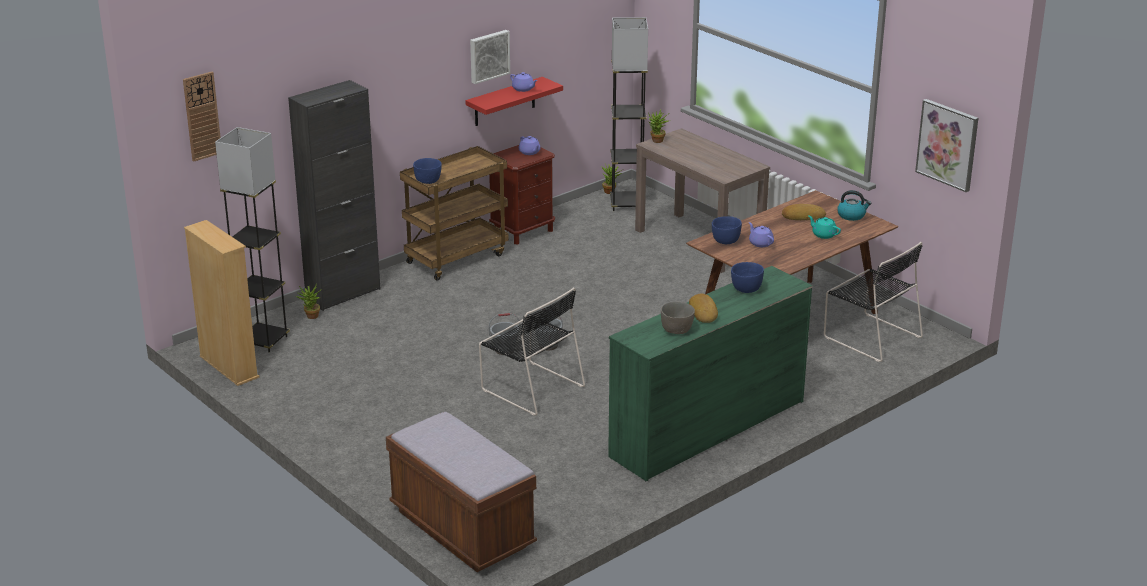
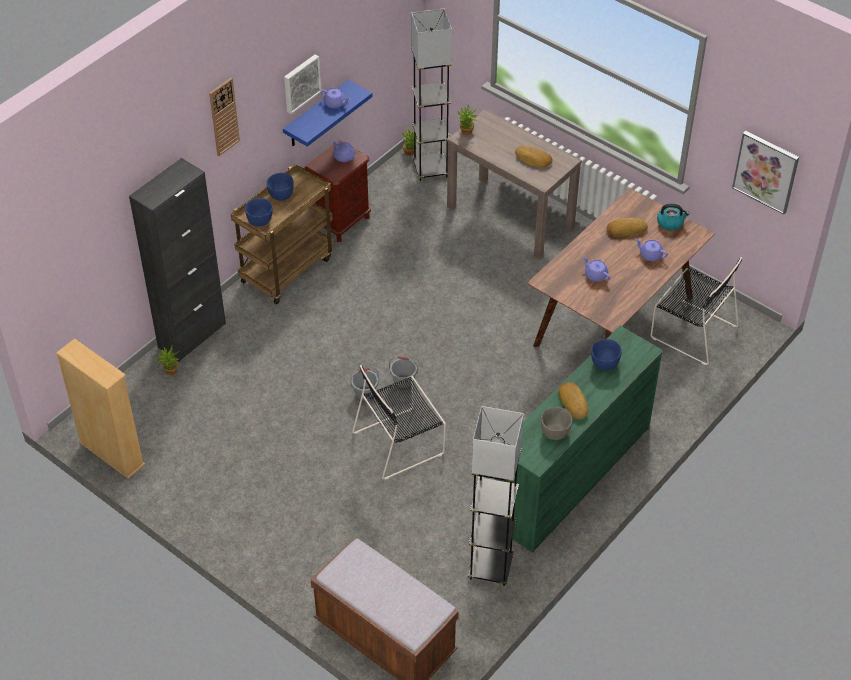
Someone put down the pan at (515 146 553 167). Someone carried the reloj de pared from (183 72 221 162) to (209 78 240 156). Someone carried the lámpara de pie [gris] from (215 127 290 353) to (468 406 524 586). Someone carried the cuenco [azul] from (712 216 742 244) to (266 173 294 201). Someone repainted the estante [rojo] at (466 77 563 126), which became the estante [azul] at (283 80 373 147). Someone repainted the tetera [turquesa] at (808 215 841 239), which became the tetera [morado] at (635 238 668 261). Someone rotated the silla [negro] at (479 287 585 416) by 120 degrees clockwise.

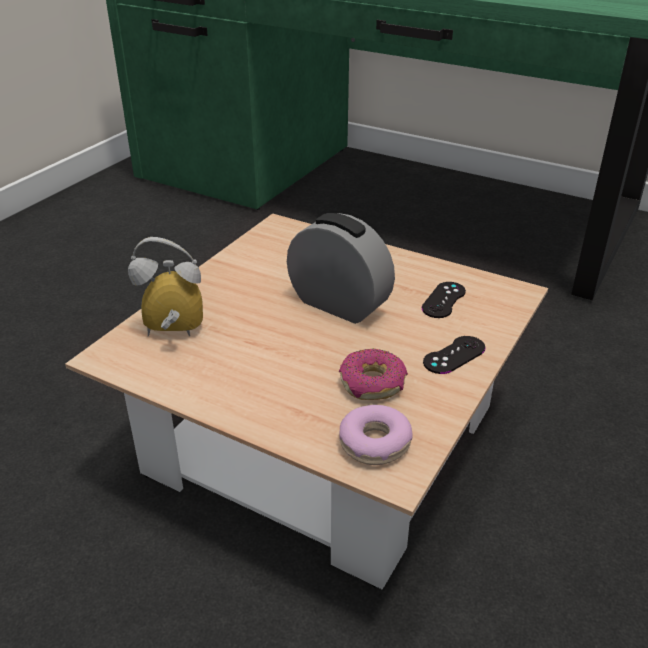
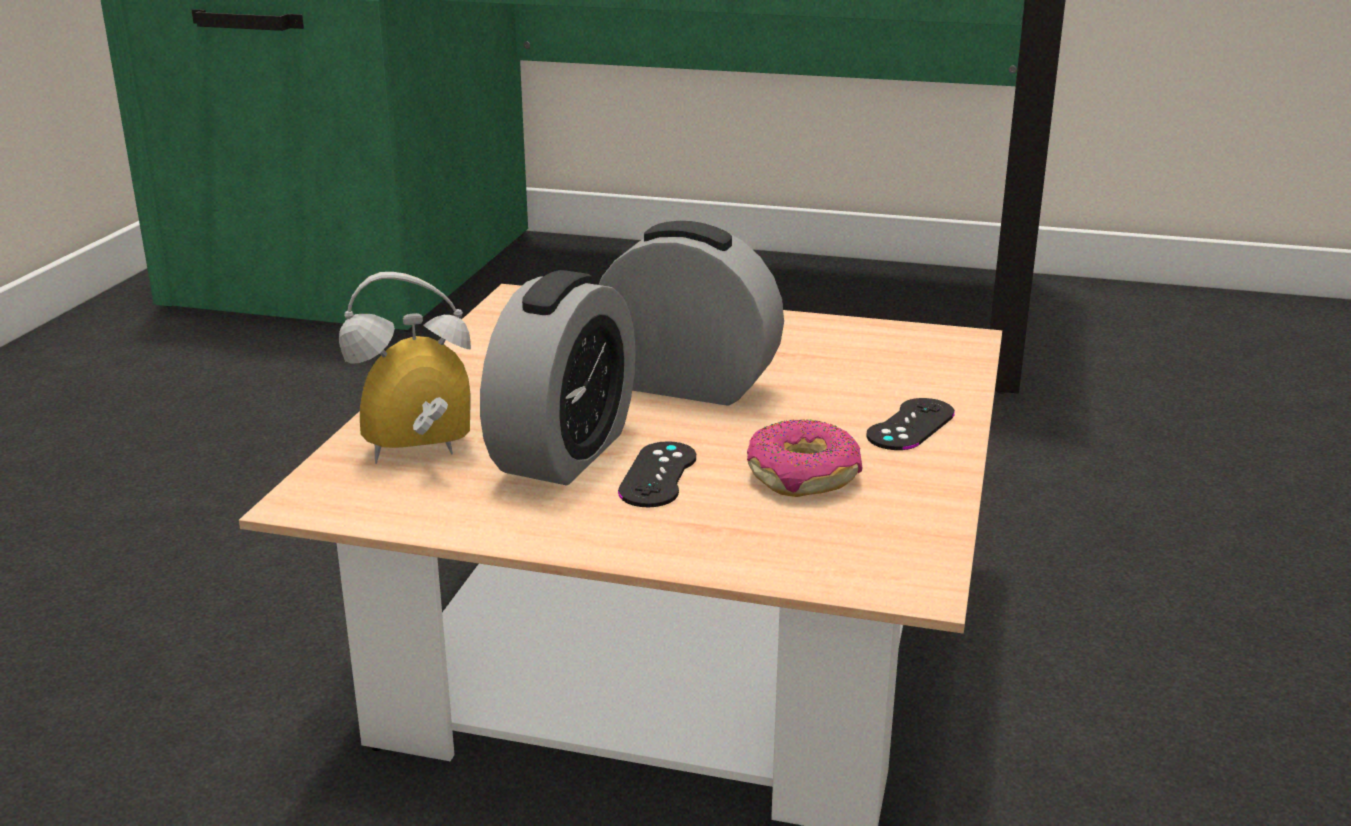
Someone took away the rosquilla at (340 405 413 465). Someone put down the despertador at (480 270 636 486). Someone carried the mando de consola [negro] from (422 282 466 318) to (618 441 696 507).

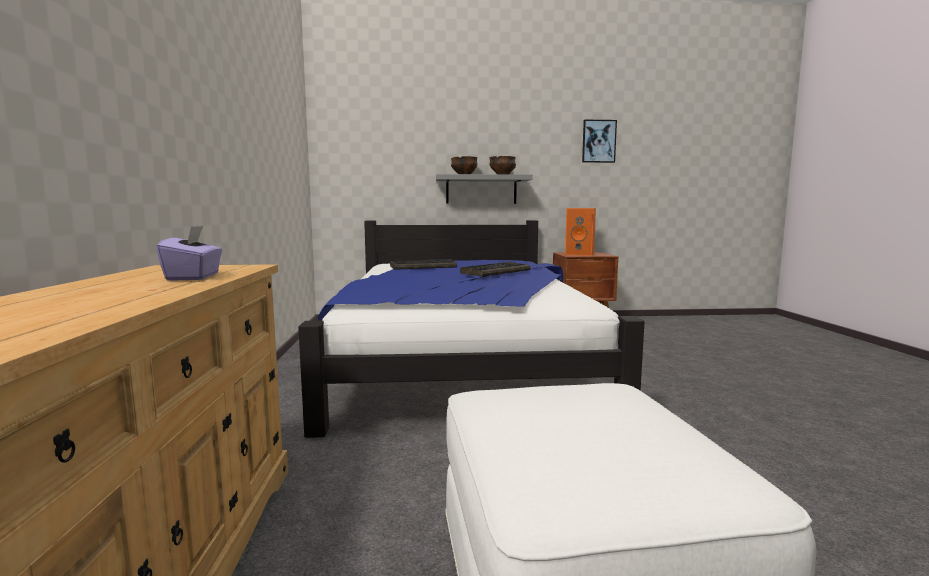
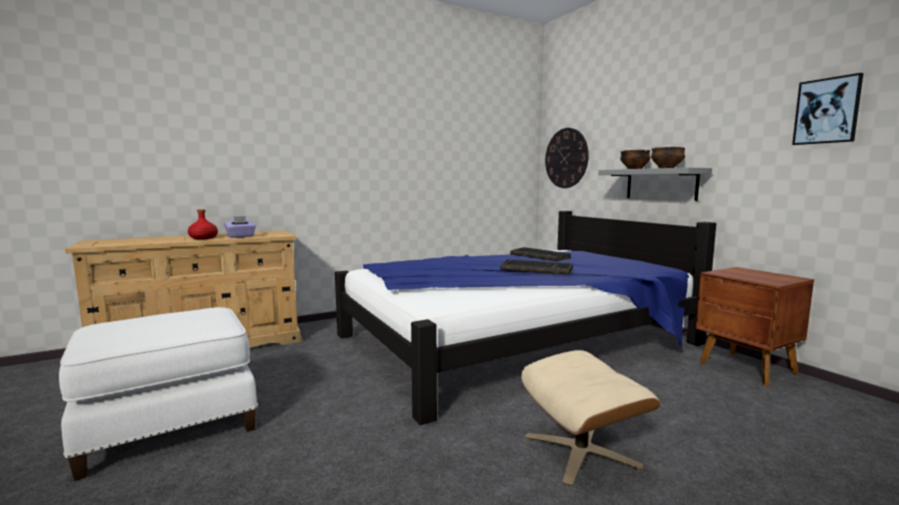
Someone took away the altavoz [naranja] at (565 208 596 256). Someone put down the botella [rojo] at (188 209 218 239). Someone put down the puf [beis] at (521 350 660 487). Someone put up the reloj de pared at (545 128 589 188).

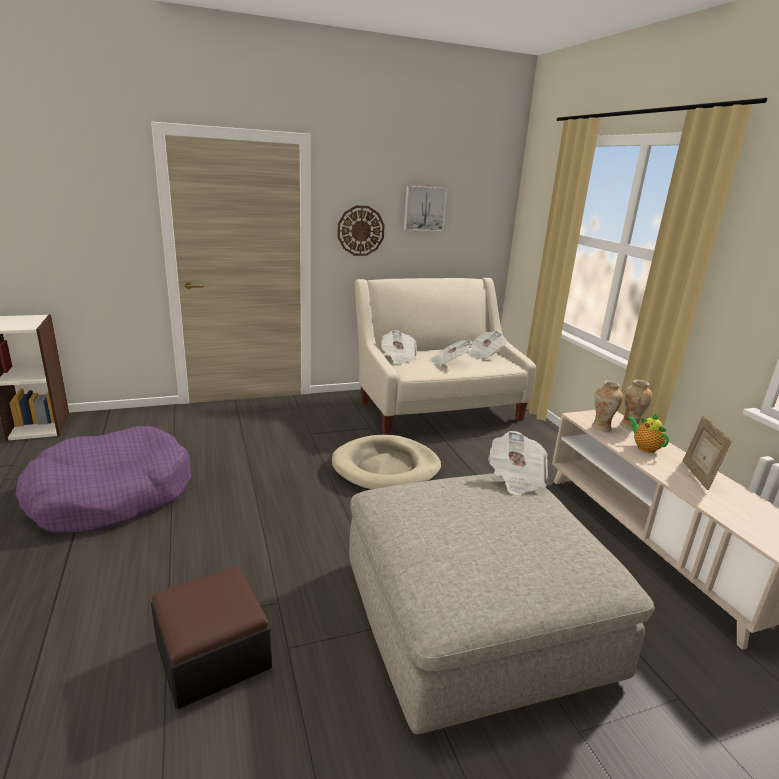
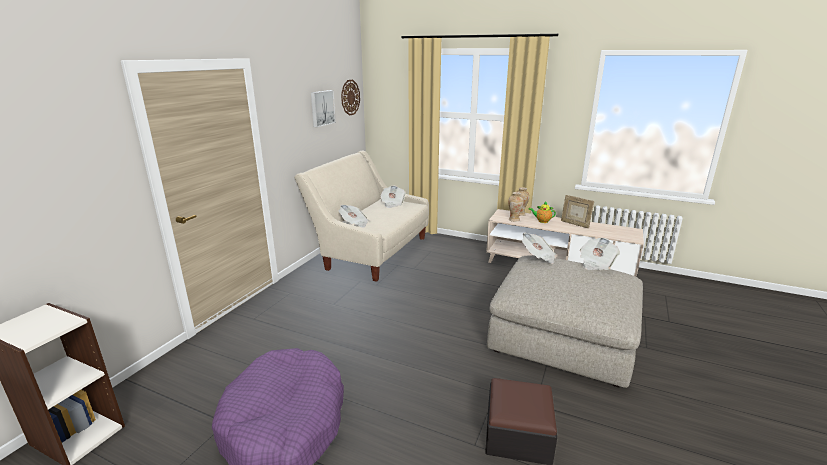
Someone took away the cama para perro [beis] at (332 435 441 490). Someone carried the reloj de pared from (337 205 385 256) to (341 79 360 116). Someone carried the periódico from (429 340 472 365) to (580 237 620 270).

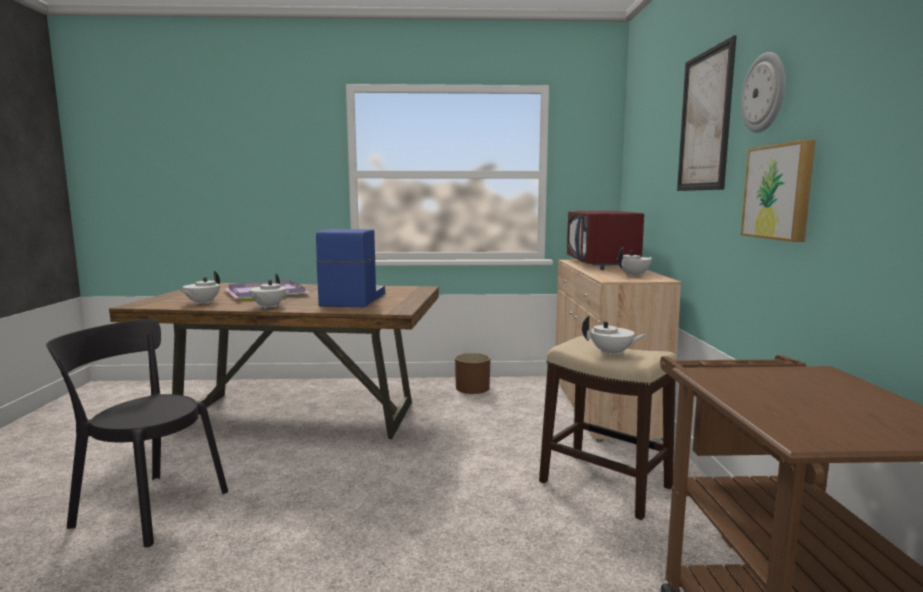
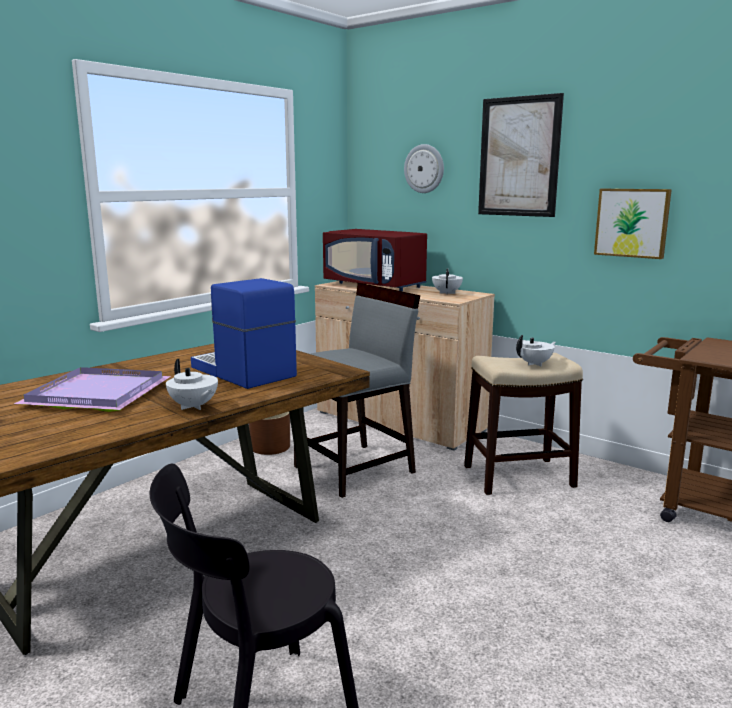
Someone took away the tetera [blanco] at (179 271 220 305). Someone put down the silla [gris] at (294 283 420 498). Someone carried the reloj de pared from (741 52 786 133) to (404 144 444 193).

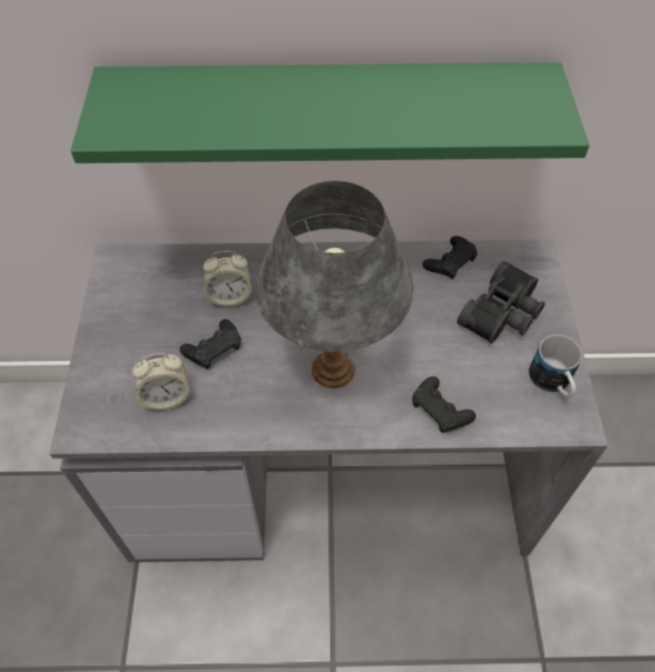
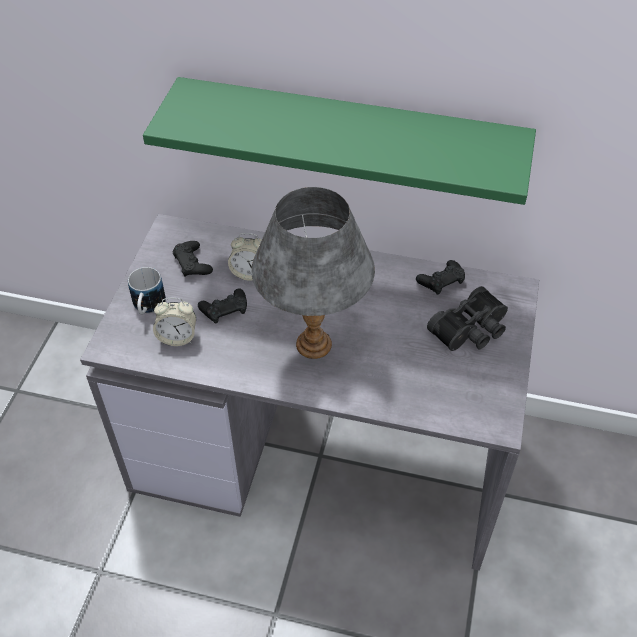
Someone carried the mando de consola [negro] from (412 376 476 433) to (172 241 213 277). Someone carried the taza grande from (529 335 582 398) to (128 267 166 315).

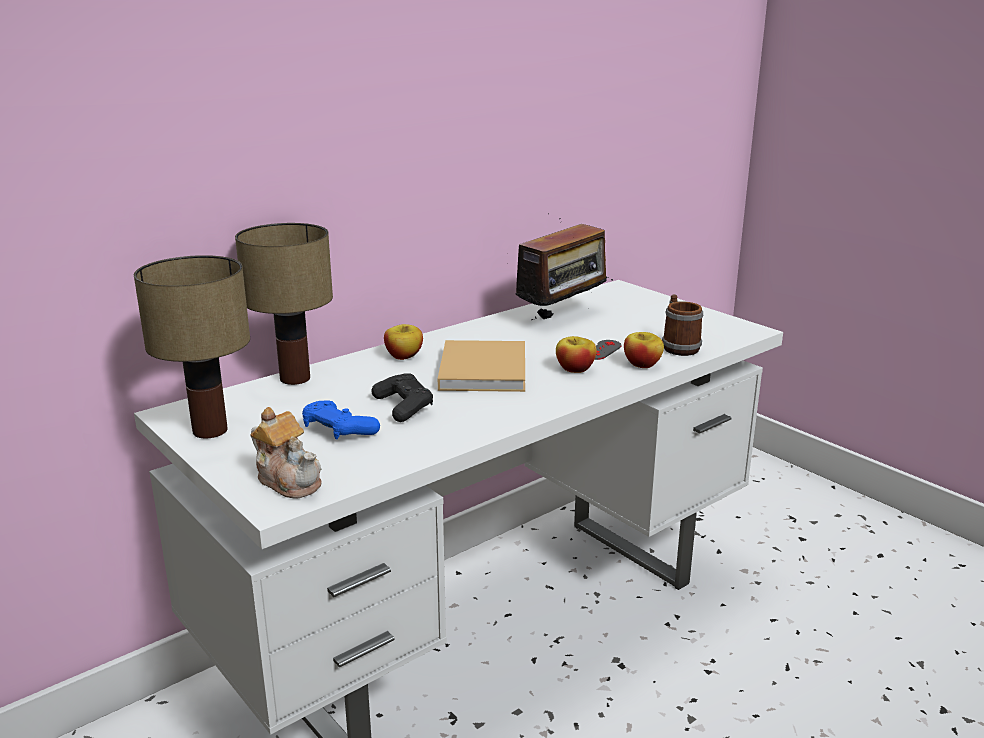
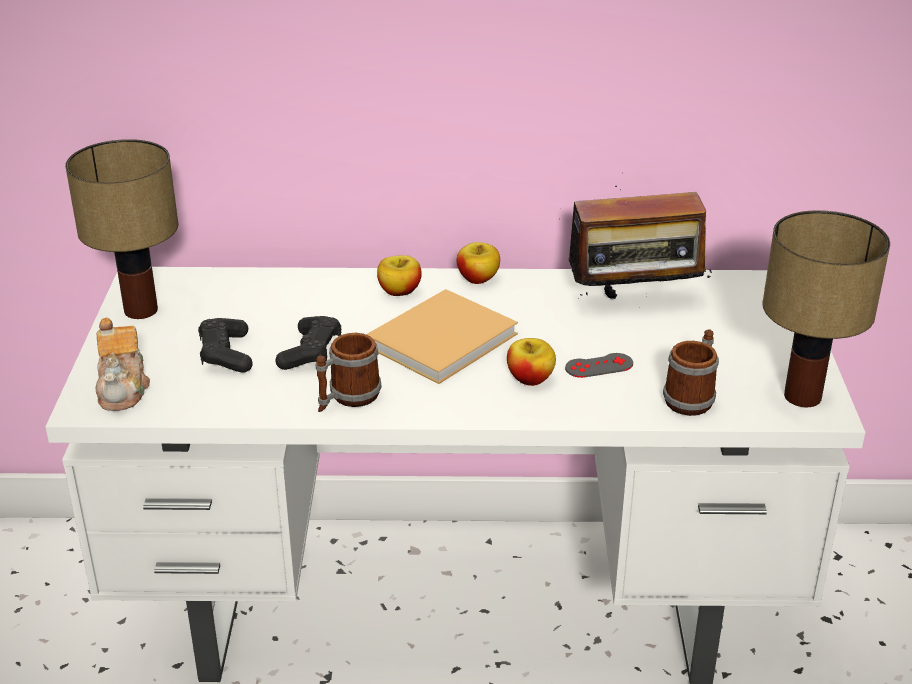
Someone put down the taza grande at (316 333 381 412). Someone carried the lámpara de mesa from (235 223 333 385) to (762 210 890 407). Someone carried the manzana from (624 332 664 368) to (457 242 500 284). Someone repainted the mando de consola [azul] at (302 400 380 439), which became the mando de consola [negro] at (198 318 253 373).

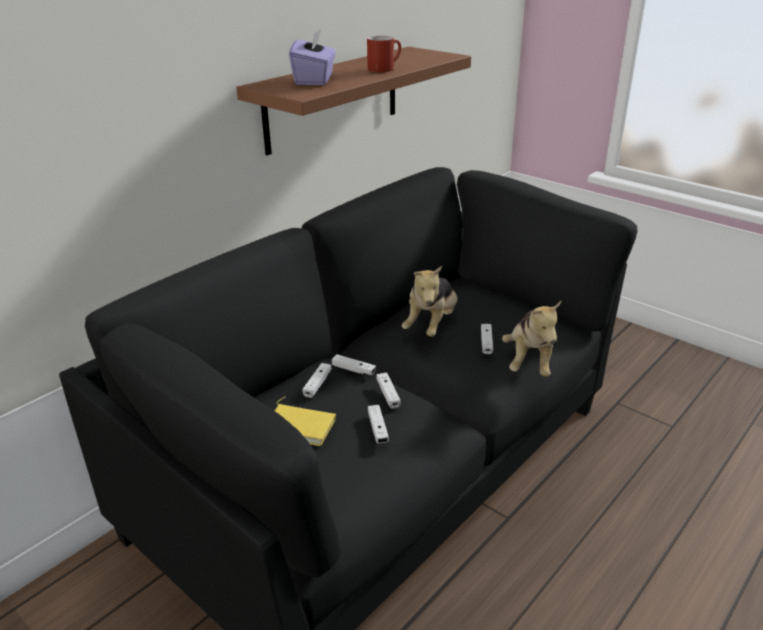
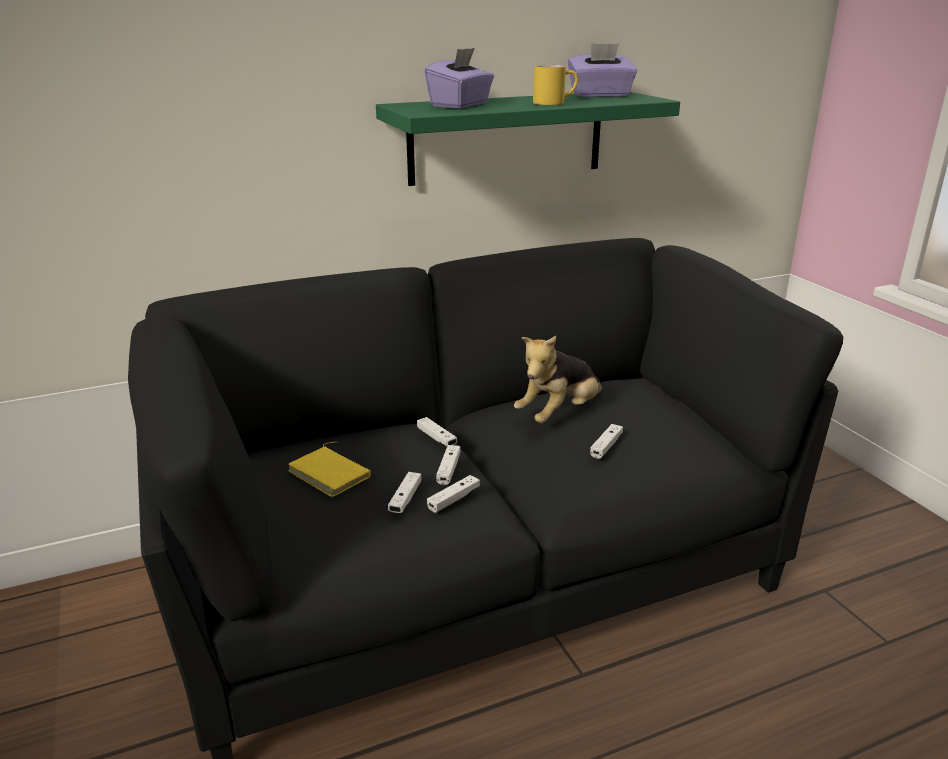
Someone took away the peluche at (502 301 561 377). Someone put down the caja de pañuelos [morado] at (568 43 637 97). Someone carried the mando de consola [blanco] from (303 363 332 398) to (427 475 480 513). Someone repainted the estante [marrón] at (236 47 471 155), which became the estante [verde] at (376 92 680 186). Someone repainted the taza grande [rojo] at (367 36 401 72), which became the taza grande [amarillo] at (533 65 578 105).

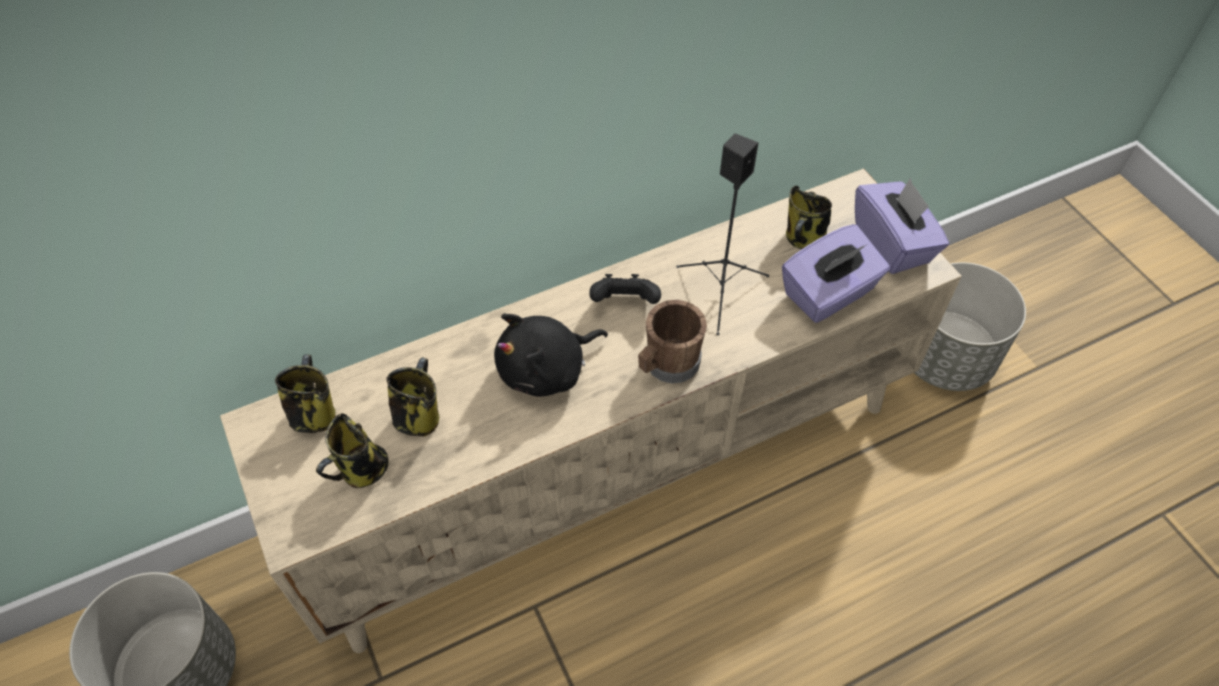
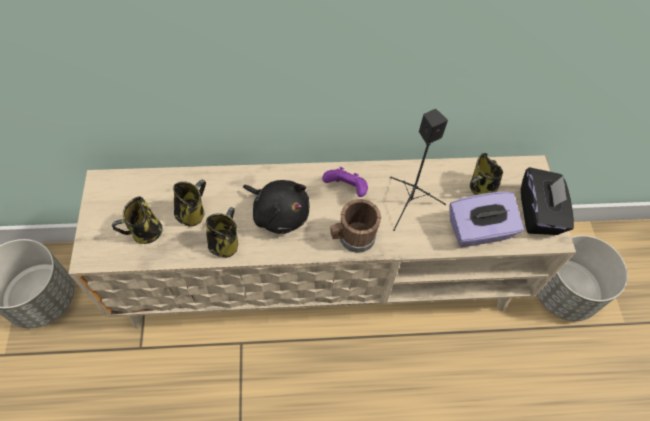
Someone carried the taza grande from (275 354 336 433) to (206 207 238 258). Someone repainted the mando de consola [negro] at (589 274 661 304), which became the mando de consola [morado] at (322 167 368 197). Someone repainted the caja de pañuelos [morado] at (855 178 949 274), which became the caja de pañuelos [negro] at (521 167 574 235). Someone rotated the peluche [negro] at (494 313 608 397) by 135 degrees counterclockwise.

